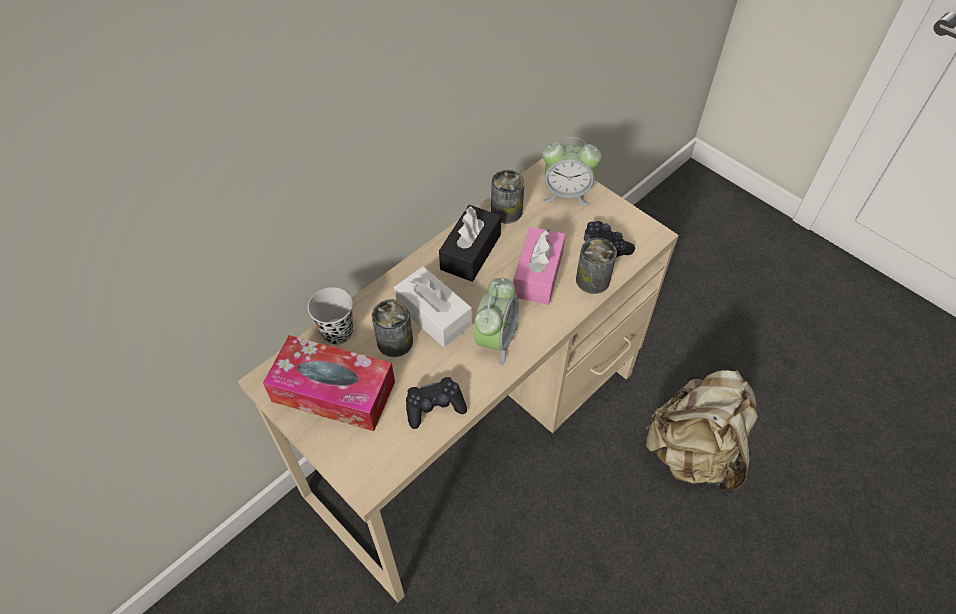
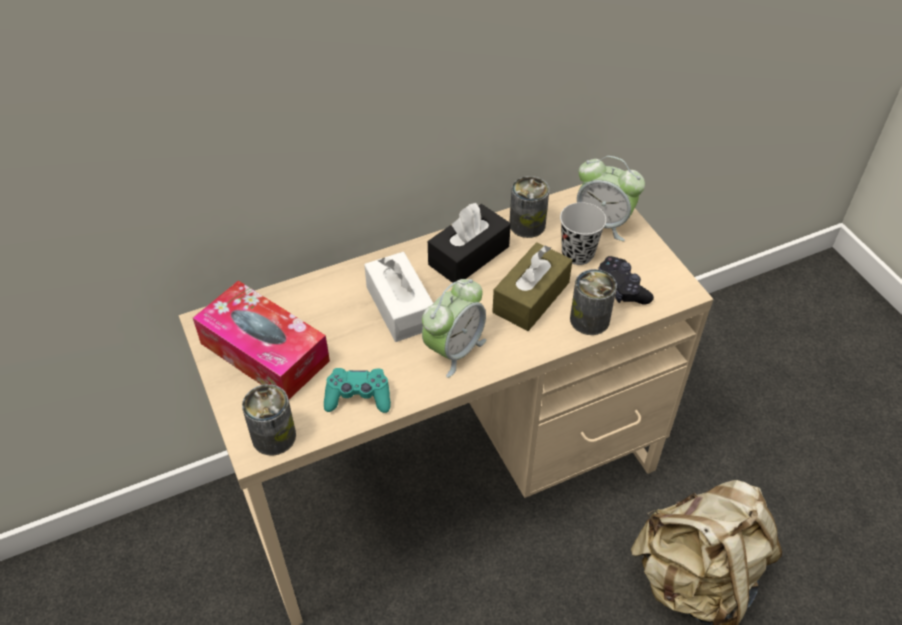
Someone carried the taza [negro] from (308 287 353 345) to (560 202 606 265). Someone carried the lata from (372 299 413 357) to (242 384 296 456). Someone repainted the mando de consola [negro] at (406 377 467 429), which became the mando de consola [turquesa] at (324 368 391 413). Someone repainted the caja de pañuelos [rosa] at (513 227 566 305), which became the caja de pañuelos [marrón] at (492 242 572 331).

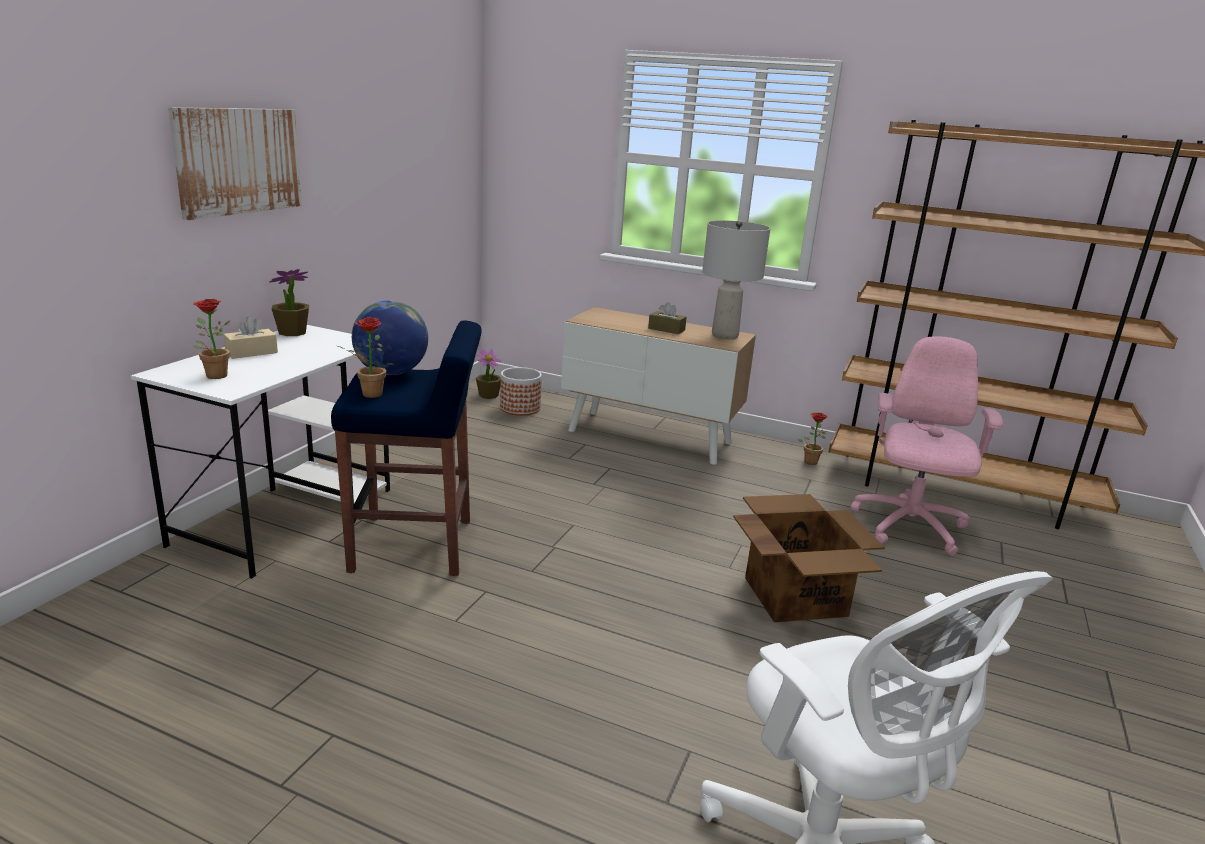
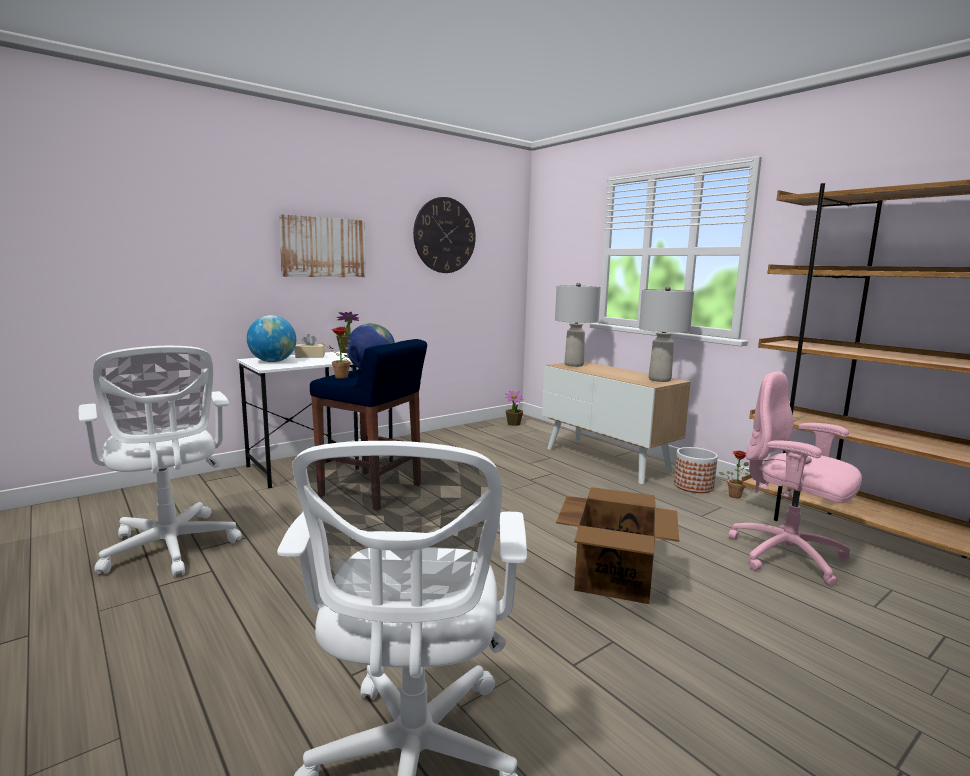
Someone took away the caja de pañuelos [marrón] at (648 302 687 334). Someone put down the silla de oficina [blanco] at (79 346 242 577). Someone put up the reloj de pared at (413 197 476 273). Someone put down the lámpara de mesa [gris] at (555 283 601 367). Someone carried the maceta from (500 367 542 416) to (674 447 718 493). Someone swapped the planta en maceta at (193 299 230 379) for the globo terráqueo at (247 315 296 362). Someone rotated the silla de oficina [rosa] at (851 336 1003 556) by 90 degrees counterclockwise.

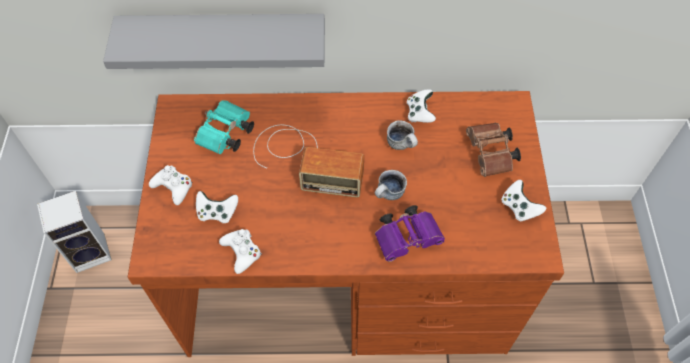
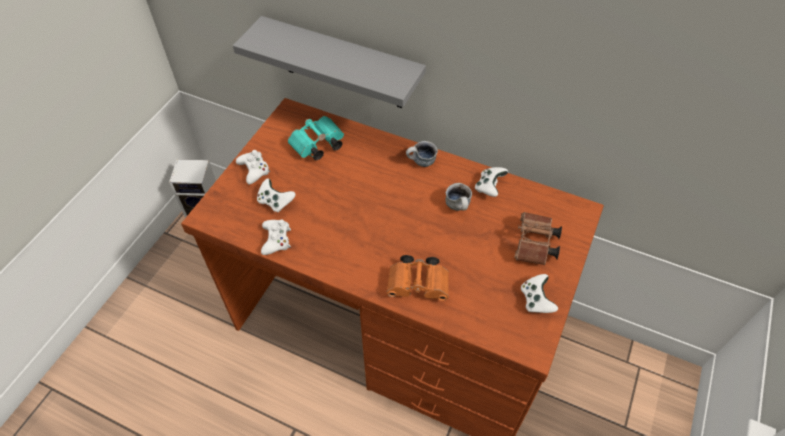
Someone took away the radio at (253 125 364 197). Someone carried the taza grande from (375 170 407 200) to (406 141 438 167). Someone repainted the prismáticos [morado] at (375 205 445 262), which became the prismáticos [naranja] at (386 255 449 301).

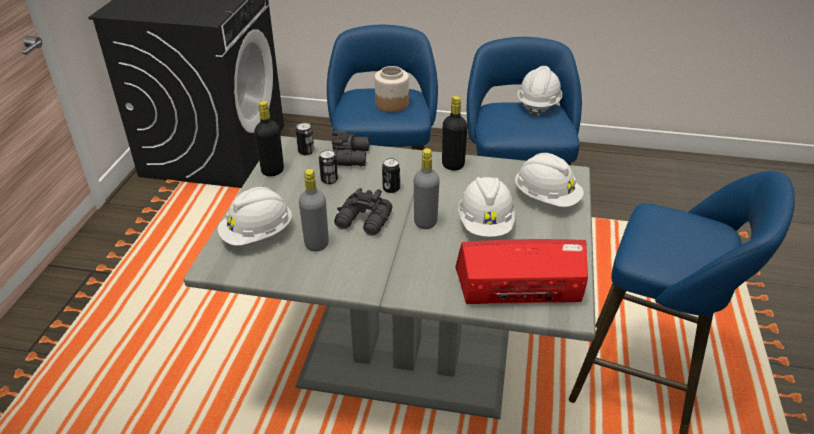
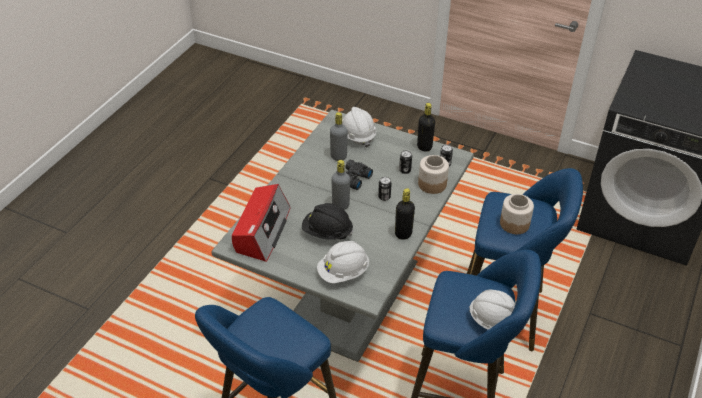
Someone swapped the prismáticos [negro] at (332 130 370 166) for the tarro at (418 155 449 194). Someone repainted the casco [blanco] at (458 177 515 237), which became the casco [negro] at (302 203 353 240).

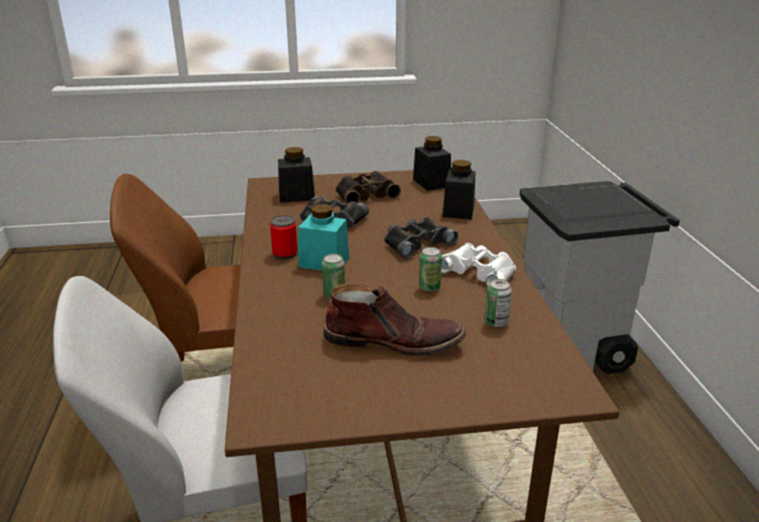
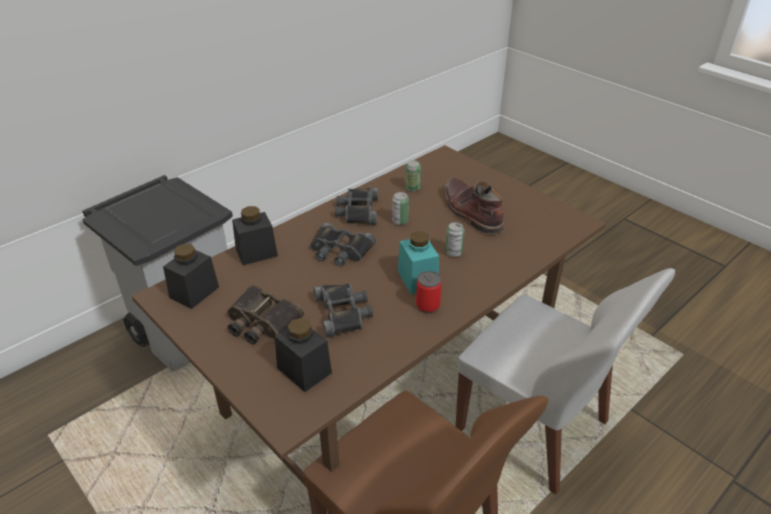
Someone repainted the prismáticos [blanco] at (441 243 516 287), which became the prismáticos [negro] at (335 187 378 225).

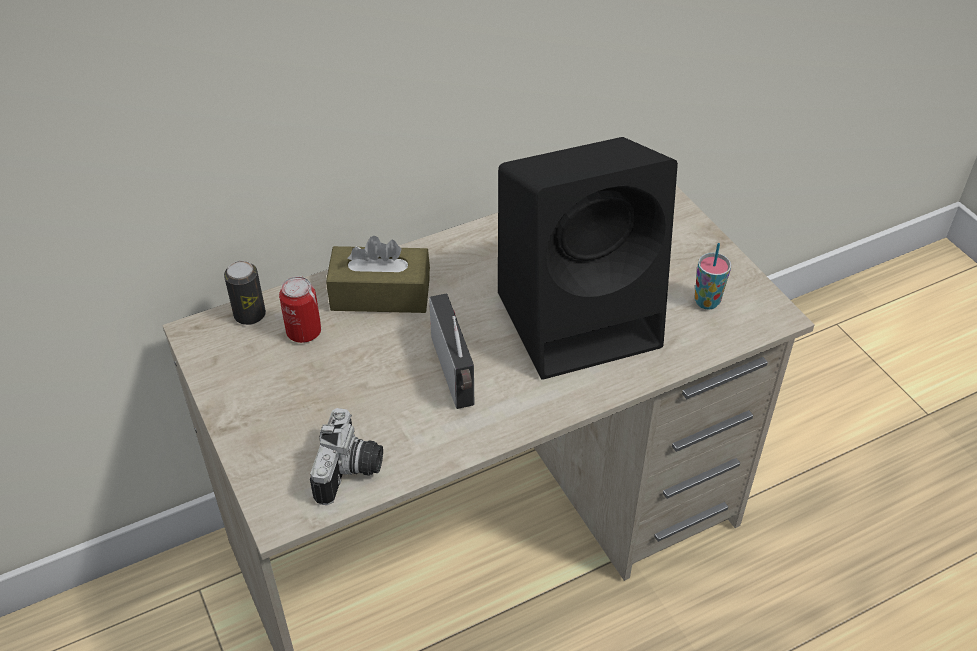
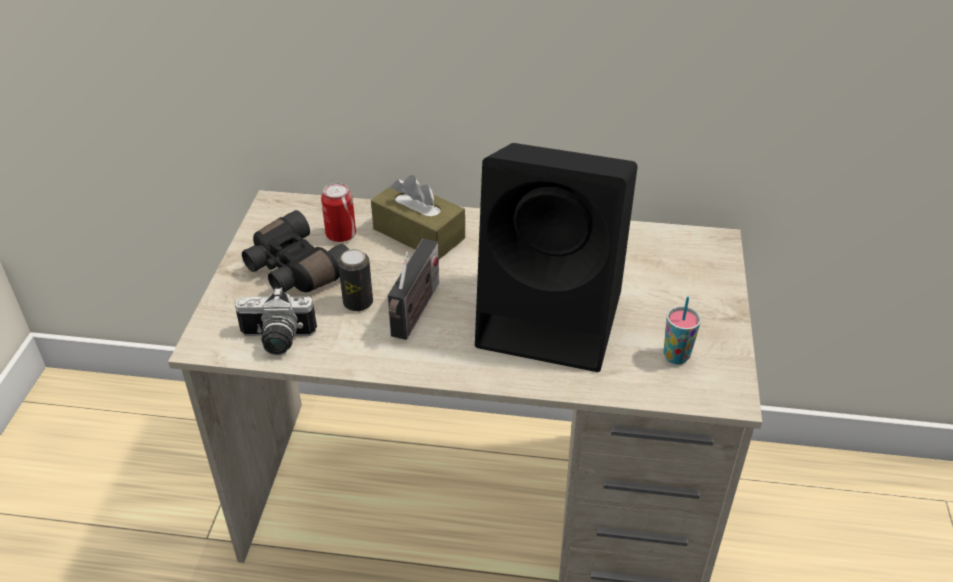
Someone put down the prismáticos [negro] at (242 210 349 293). Someone carried the lata from (224 261 266 325) to (338 249 373 311). Someone rotated the cámara at (310 408 383 505) by 45 degrees clockwise.

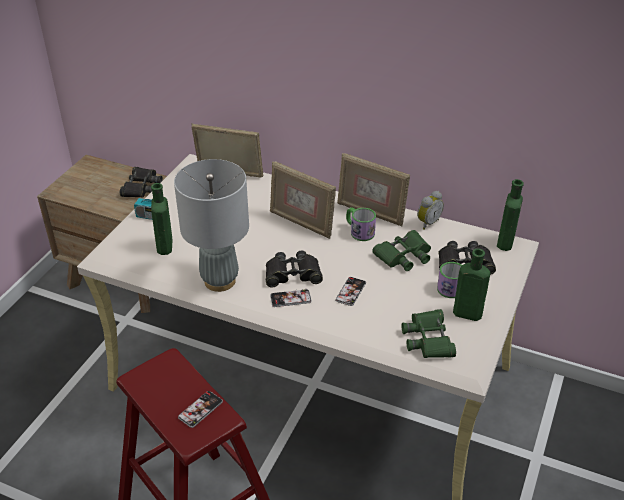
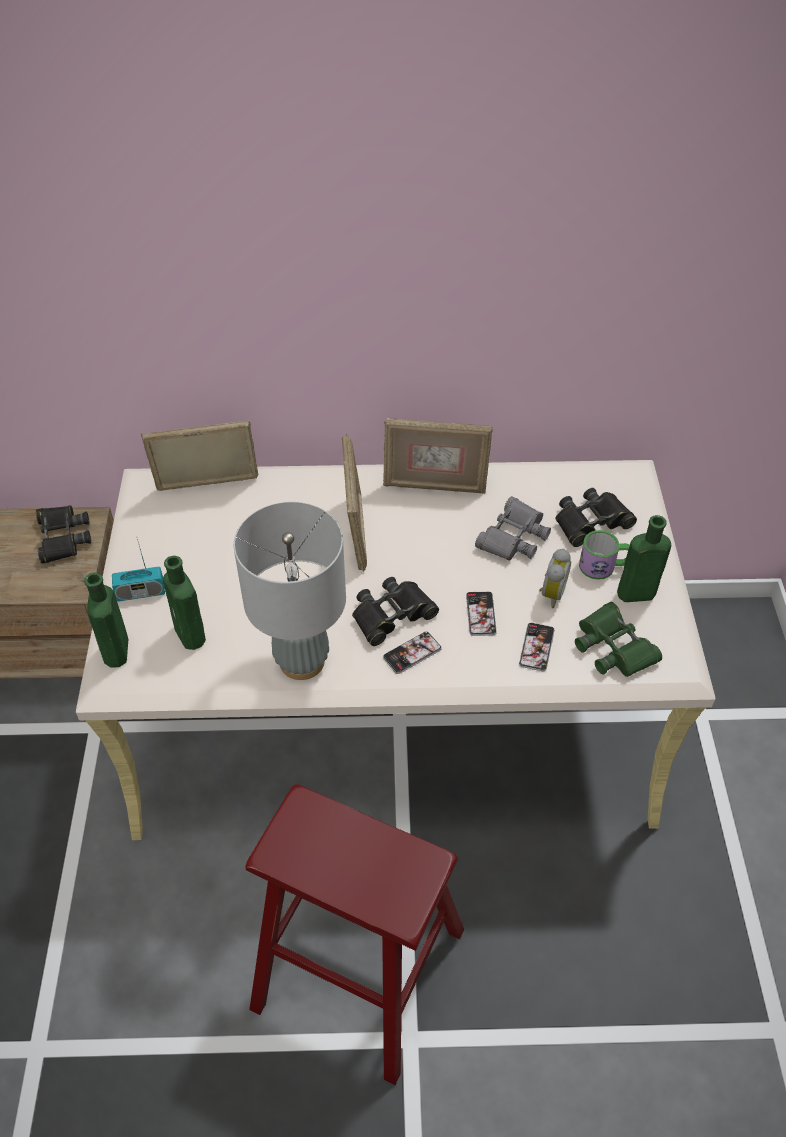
Someone took away the taza grande at (346 207 376 241). Someone carried the móvil from (178 391 223 428) to (519 623 554 671). Someone carried the despertador from (417 191 444 230) to (539 549 571 608). Someone carried the botella [verde] from (497 179 524 251) to (84 573 128 668). Someone repainted the prismáticos [verde] at (372 230 431 271), which became the prismáticos [gris] at (475 496 551 561). Someone rotated the portarretratos at (270 161 336 239) by 105 degrees counterclockwise.

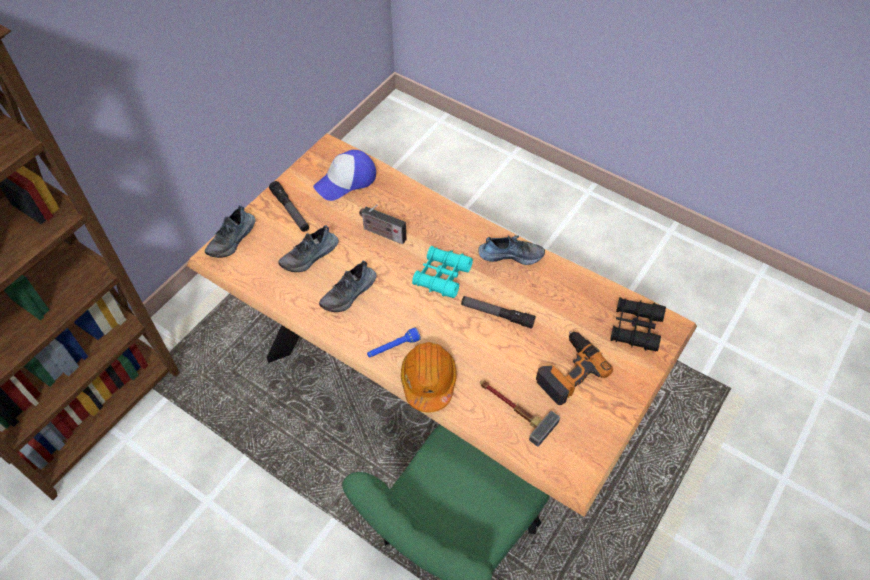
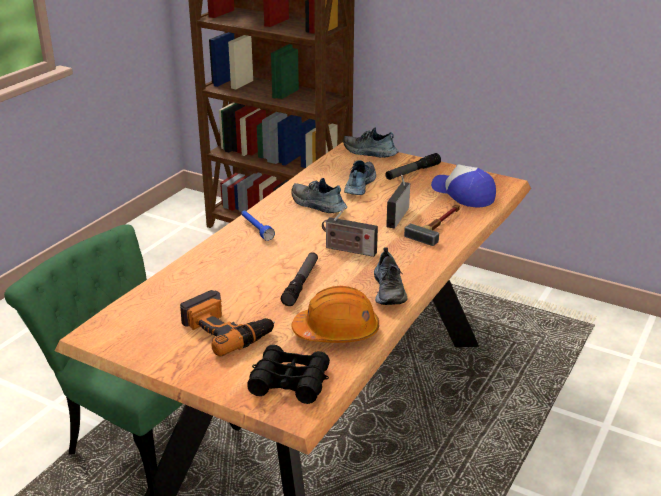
Someone carried the casco [naranja] from (401 342 457 412) to (292 286 379 343). Someone carried the martillo from (480 380 560 447) to (404 204 460 246). Someone swapped the prismáticos [turquesa] at (412 246 473 298) for the radio at (322 207 378 257). Someone rotated the zapato at (278 225 339 272) by 60 degrees clockwise.

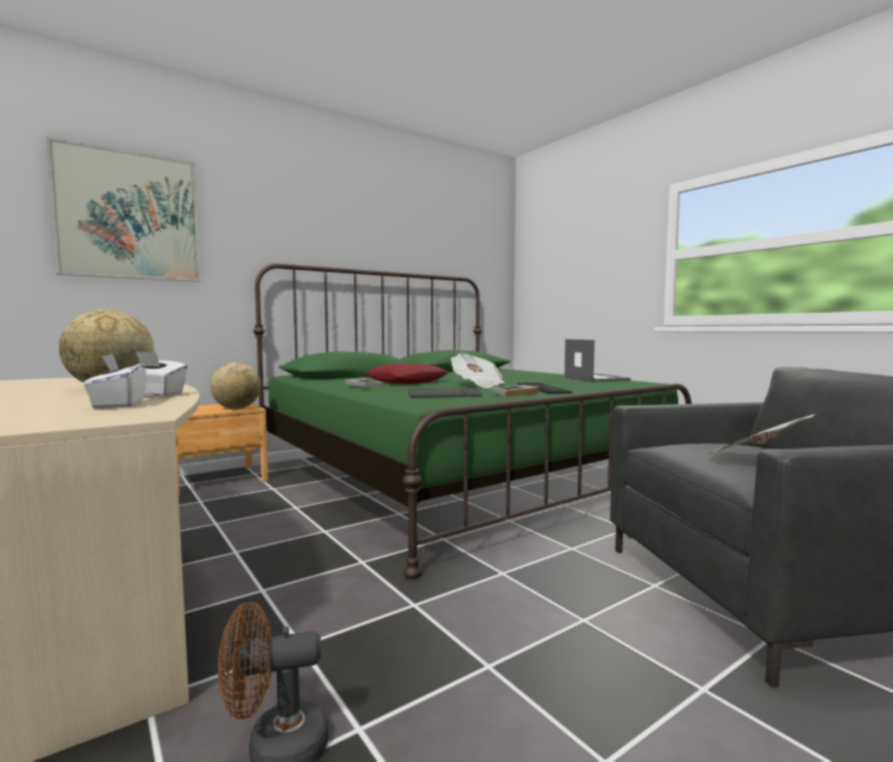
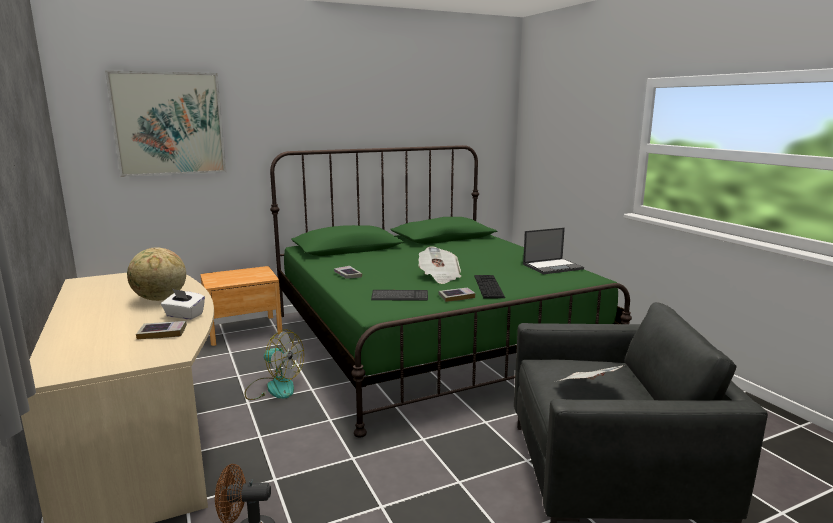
Someone took away the globo terráqueo at (210 362 261 409). Someone took away the cojín [rojo] at (365 363 449 384). Someone put down the ventilador at (244 329 304 400). Someone swapped the caja de pañuelos [blanco] at (83 354 146 409) for the libro at (136 321 187 340). Someone rotated the portátil at (565 339 631 382) by 75 degrees clockwise.

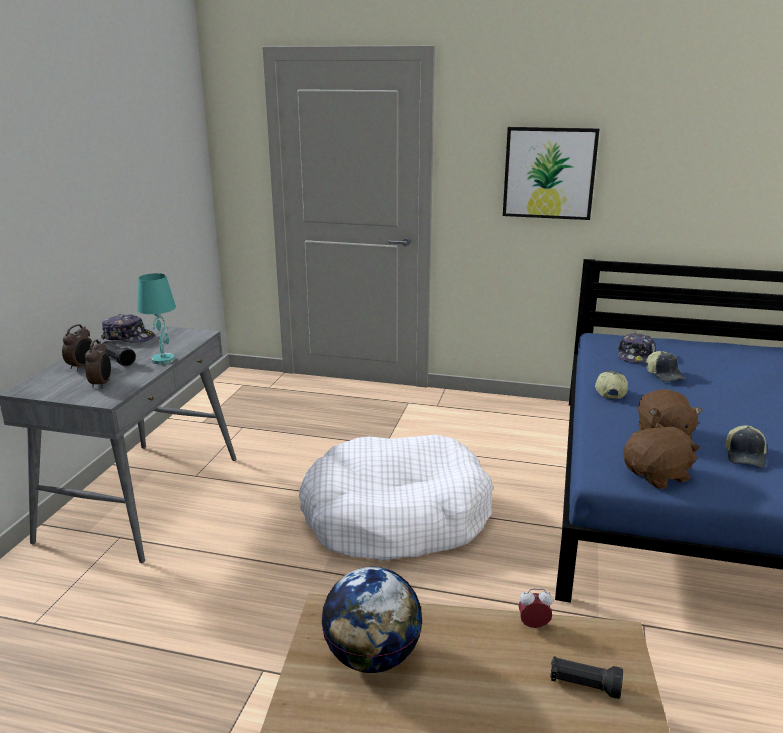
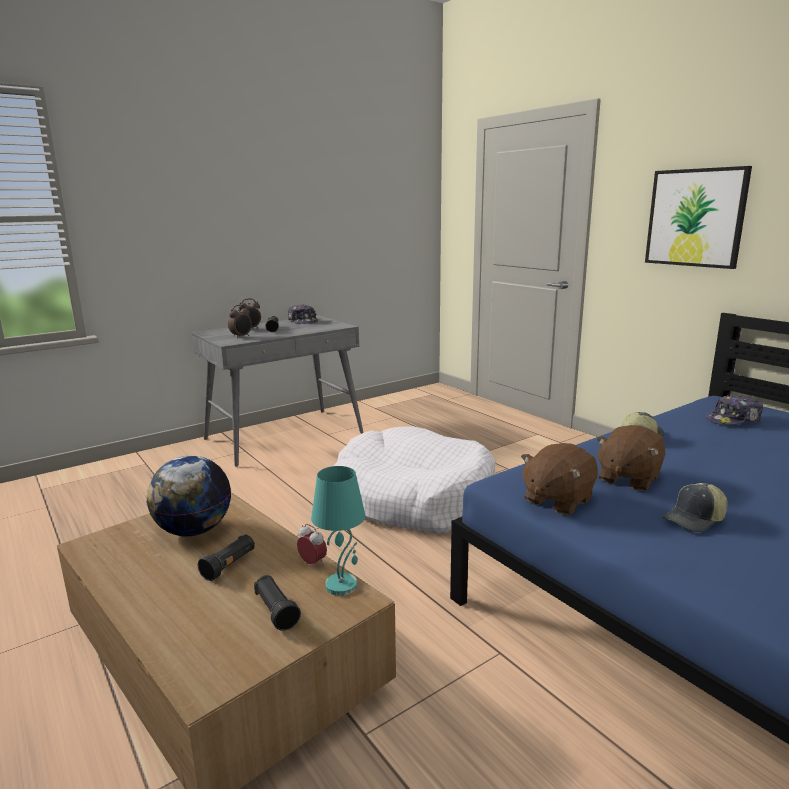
Someone took away the gorra at (646 351 686 382). Someone put down the linterna [negro] at (198 534 255 581). Someone carried the lámpara de mesa [turquesa] from (137 273 176 364) to (311 466 365 596). Someone rotated the peluche [marrón] at (623 423 700 489) by 120 degrees clockwise.

